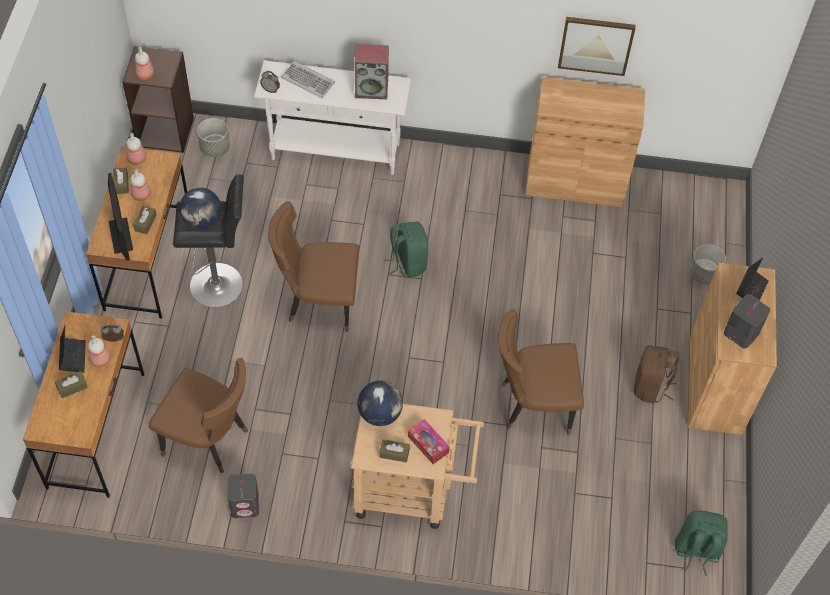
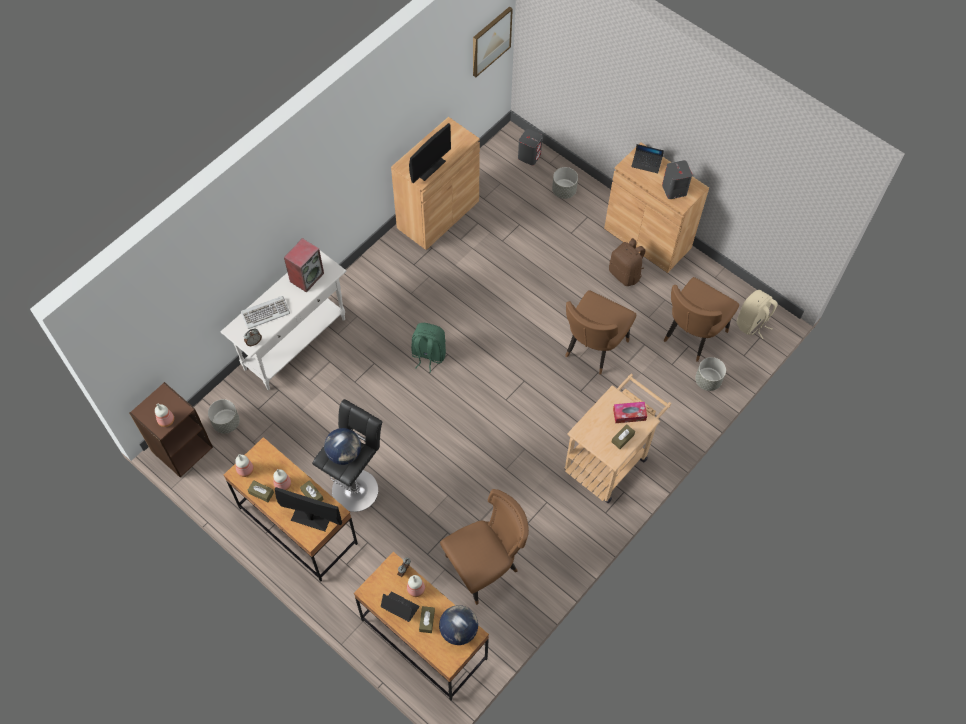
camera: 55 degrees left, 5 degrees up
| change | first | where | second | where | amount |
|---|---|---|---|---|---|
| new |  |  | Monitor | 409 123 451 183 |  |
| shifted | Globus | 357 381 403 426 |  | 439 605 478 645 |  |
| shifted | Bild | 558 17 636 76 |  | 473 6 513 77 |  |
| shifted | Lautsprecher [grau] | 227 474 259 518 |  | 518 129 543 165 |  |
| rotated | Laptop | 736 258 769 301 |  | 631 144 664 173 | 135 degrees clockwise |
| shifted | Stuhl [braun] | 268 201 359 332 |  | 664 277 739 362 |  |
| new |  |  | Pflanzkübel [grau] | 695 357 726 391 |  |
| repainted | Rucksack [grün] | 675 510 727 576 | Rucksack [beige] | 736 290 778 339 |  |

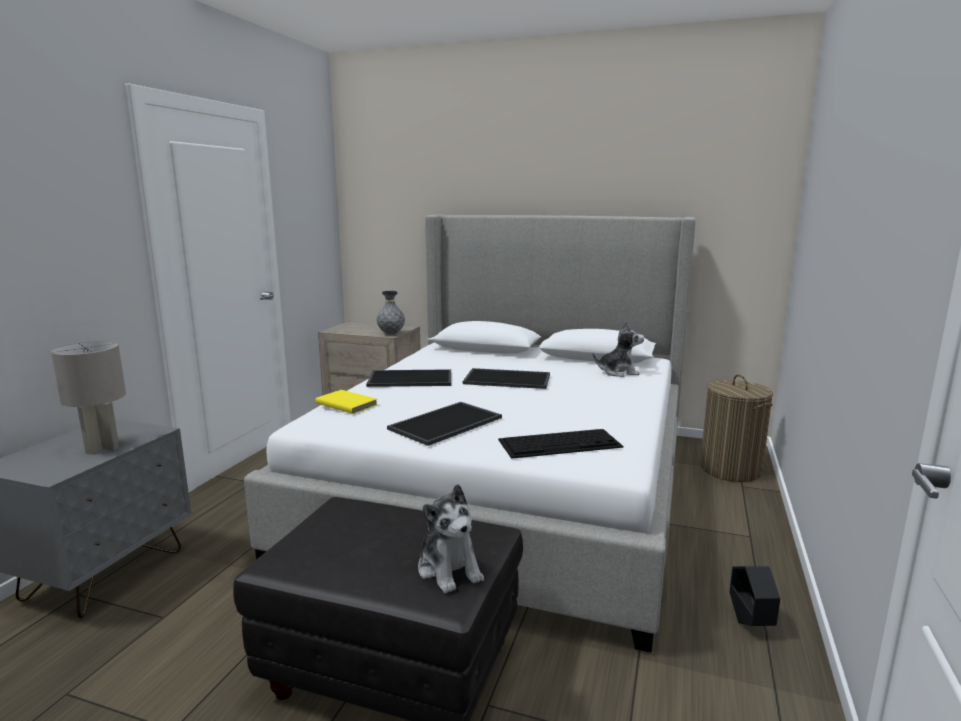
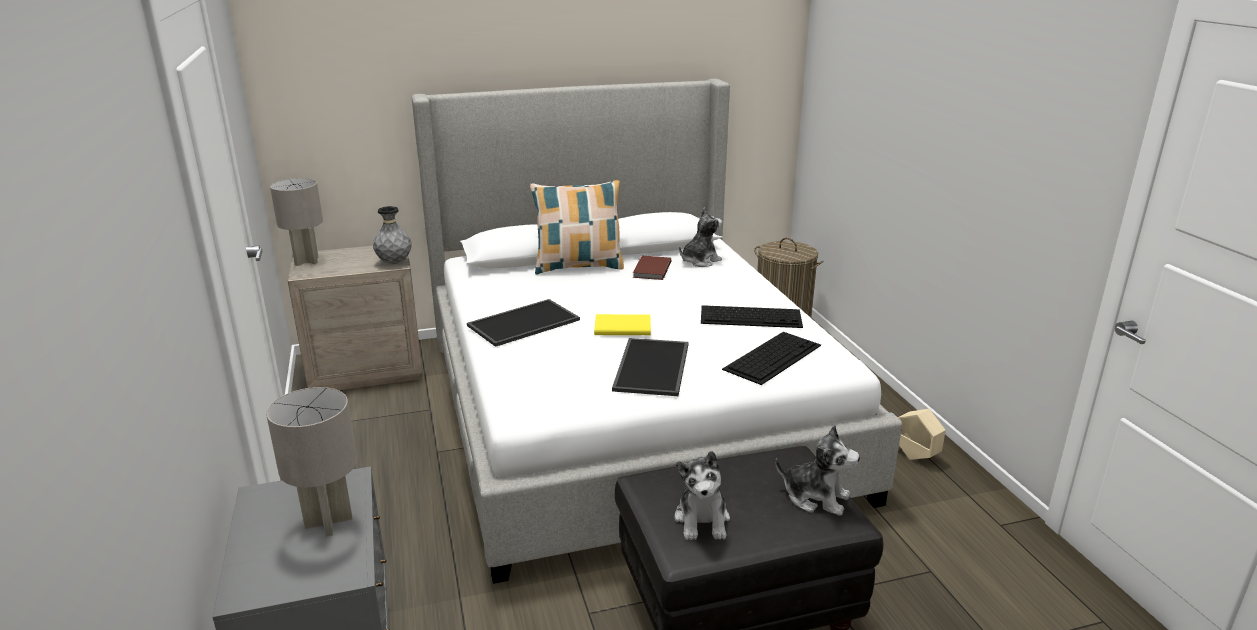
camera: 35 degrees left, 10 degrees up
| change | first | where | second | where | amount |
|---|---|---|---|---|---|
| new |  |  | Tischlampe [grau] | 270 178 323 266 |  |
| new |  |  | Kissen | 530 180 624 275 |  |
| shifted | Buch [gelb] | 315 390 378 414 |  | 594 314 651 335 |  |
| new |  |  | Buch [braun] | 633 256 671 280 |  |
| new |  |  | Plüschtier | 674 451 730 540 |  |
| new |  |  | Tastatur | 701 306 803 328 |  |
| repainted | Pflanzkübel [schwarz] | 729 566 780 626 | Pflanzkübel [beige] | 898 409 946 460 |  |
| gone | Tablett | 463 368 550 389 |  |  |  |

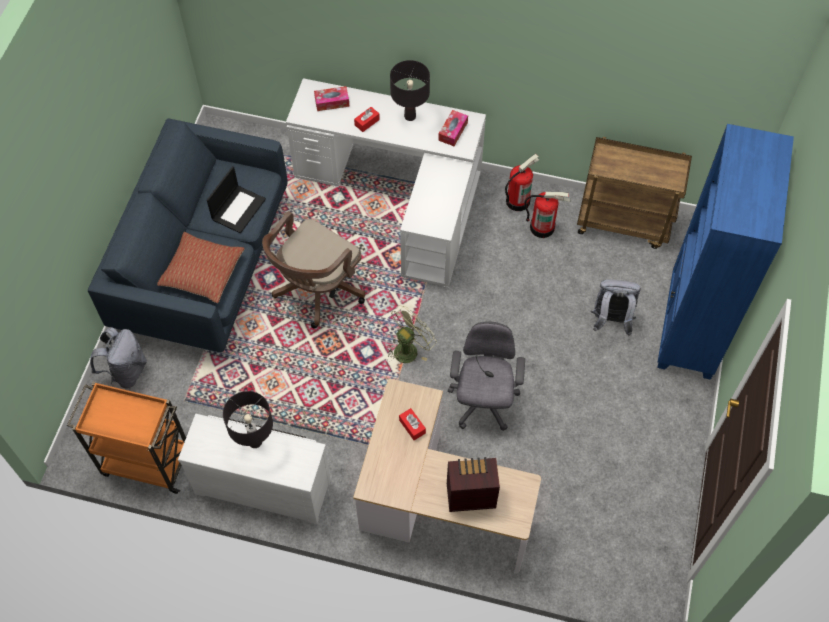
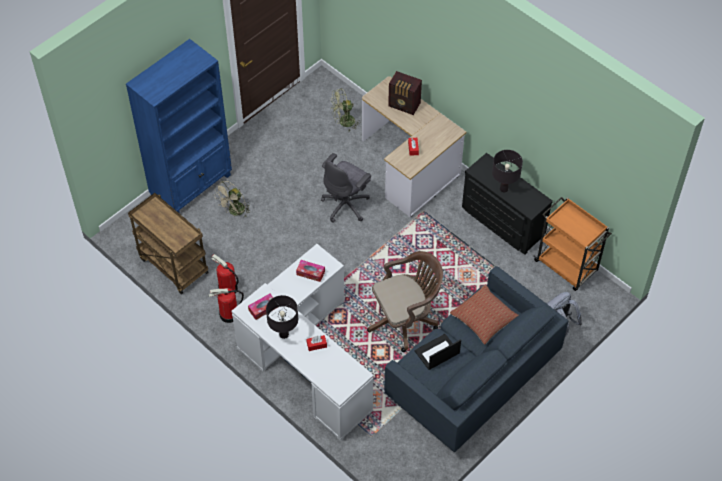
camera: 150 degrees left, 5 degrees down
| change | first | where | second | where | amount |
|---|---|---|---|---|---|
| swapped | Rucksack [grau] | 591 279 641 336 | Ventilator [beige] | 214 181 250 217 |  |
| shifted | Taschentuchbox | 314 86 350 111 |  | 296 260 325 282 |  |
| shifted | Ventilator [grün] | 387 305 436 363 |  | 331 88 360 131 |  |
| repainted | Kommode [weiß] | 178 414 331 524 | Kommode [schwarz] | 462 153 553 255 |  |

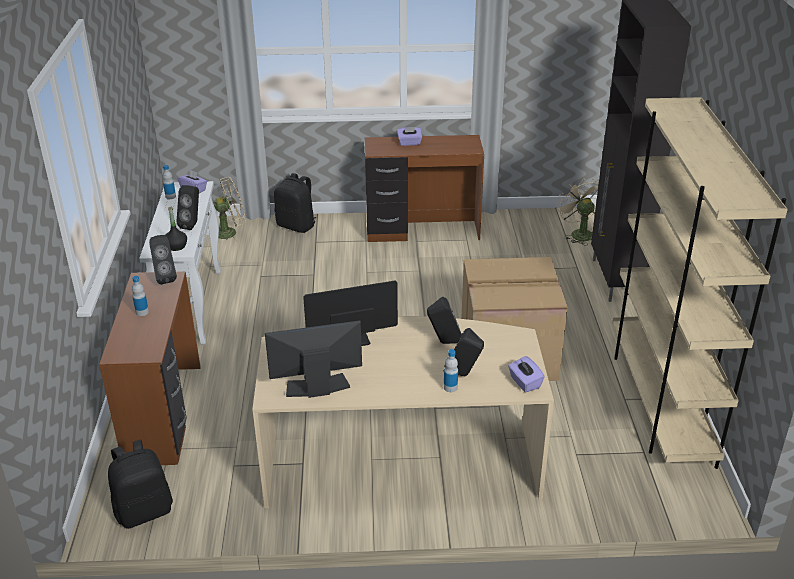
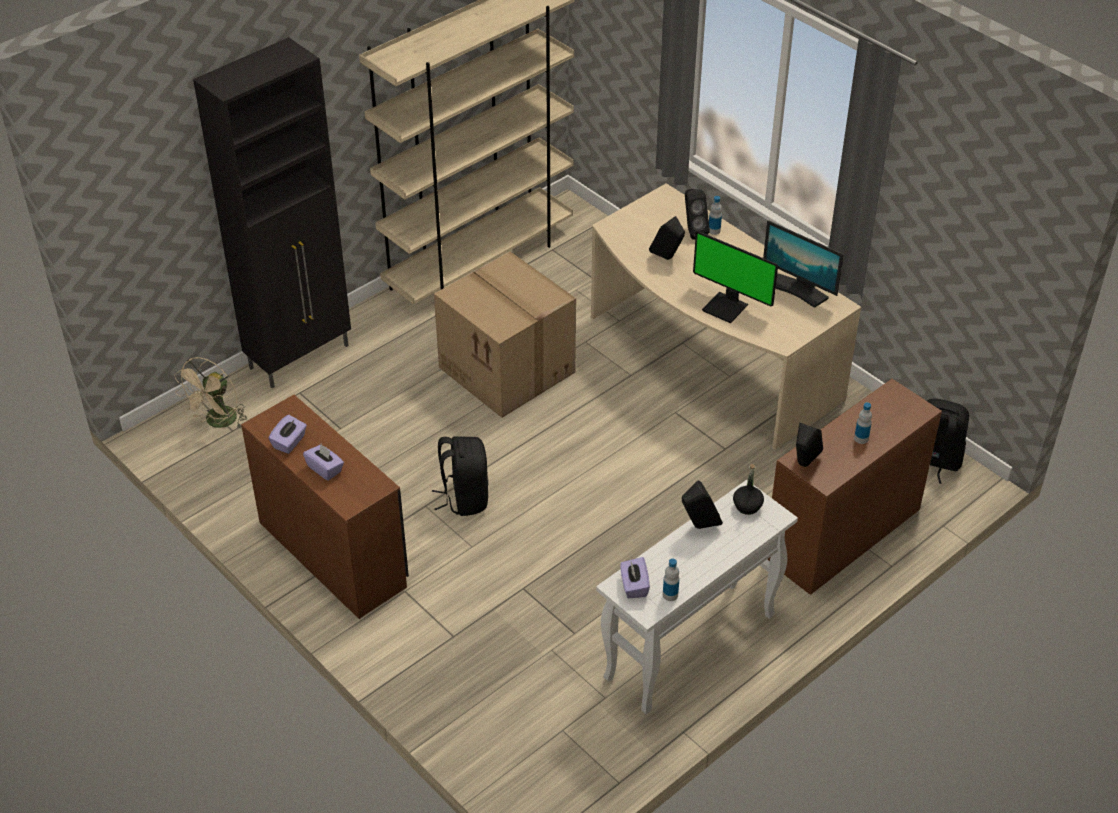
camera: 130 degrees left, 10 degrees up
| change | first | where | second | where | amount |
|---|---|---|---|---|---|
| shifted | Taschentuchbox [lila] | 508 356 544 392 |  | 269 415 307 454 |  |
| shifted | Rucksack [schwarz] | 274 173 316 233 |  | 432 436 488 516 |  |
| gone | Ventilator [beige] | 213 177 246 242 |  |  |  |

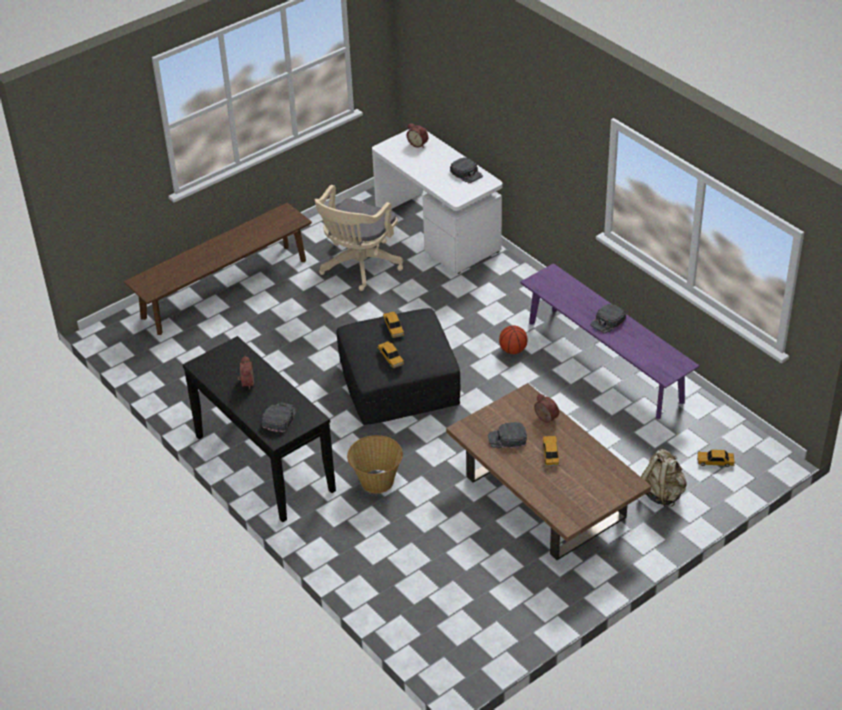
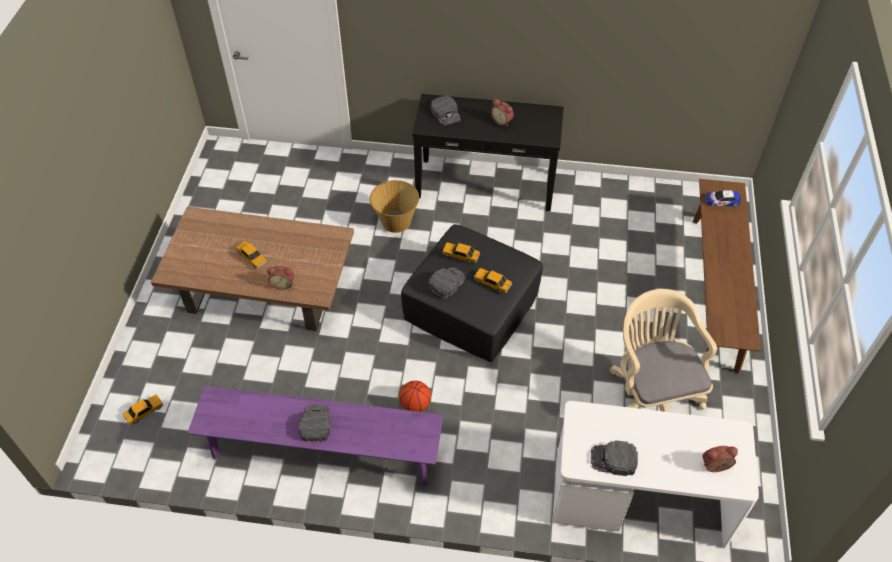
camera: 135 degrees right, 10 degrees up
| change | first | where | second | where | amount |
|---|---|---|---|---|---|
| shifted | Kappe [schwarz] | 488 422 527 448 |  | 428 267 466 298 |  |
| new |  |  | Spielzeugauto | 706 190 741 207 |  |
| gone | Rucksack [beige] | 641 449 687 507 |  |  |  |

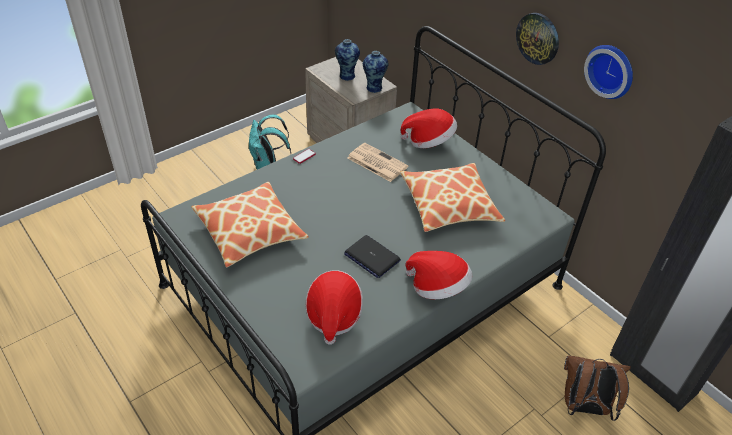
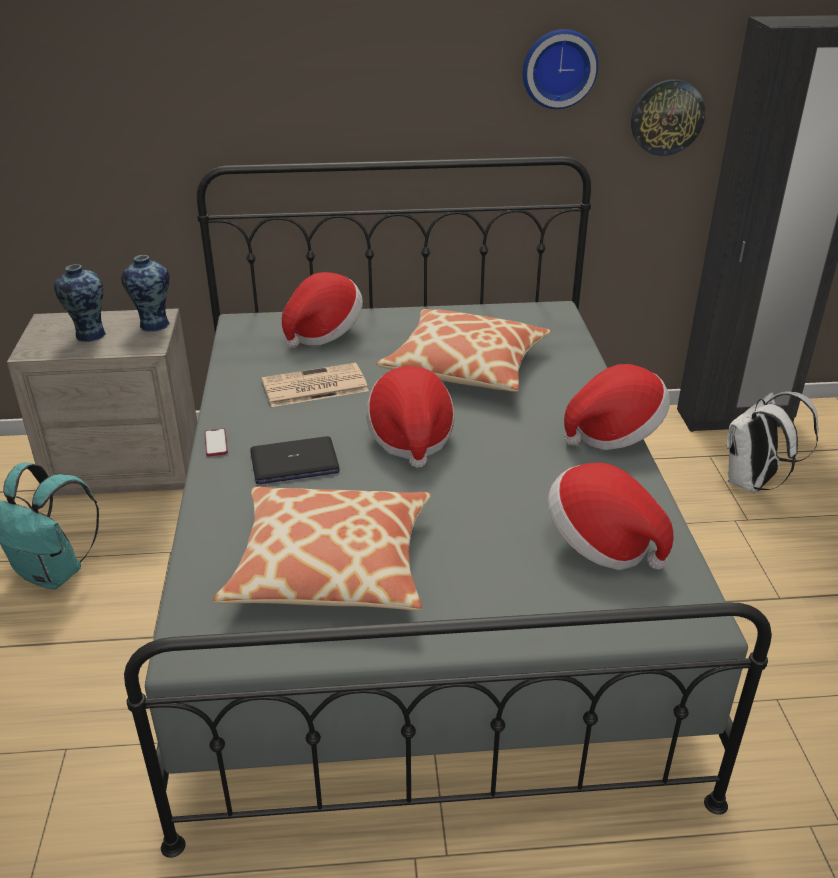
camera: 55 degrees left, 10 degrees down
| change | first | where | second | where | amount |
|---|---|---|---|---|---|
| shifted | Laptop | 344 235 401 278 |  | 250 436 340 484 |  |
| new |  |  | Hut | 366 366 455 468 |  |
| shifted | Wanduhr | 516 13 559 65 |  | 631 79 706 156 |  |
| repainted | Rucksack [braun] | 564 356 631 421 | Rucksack [weiß] | 727 391 819 493 |  |

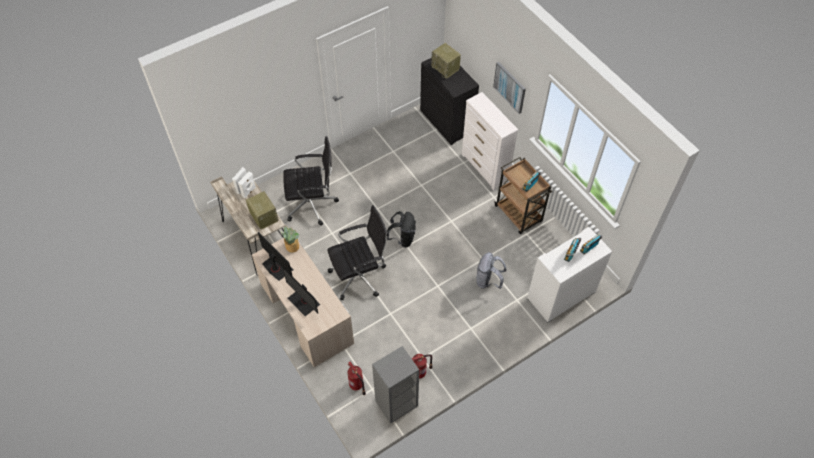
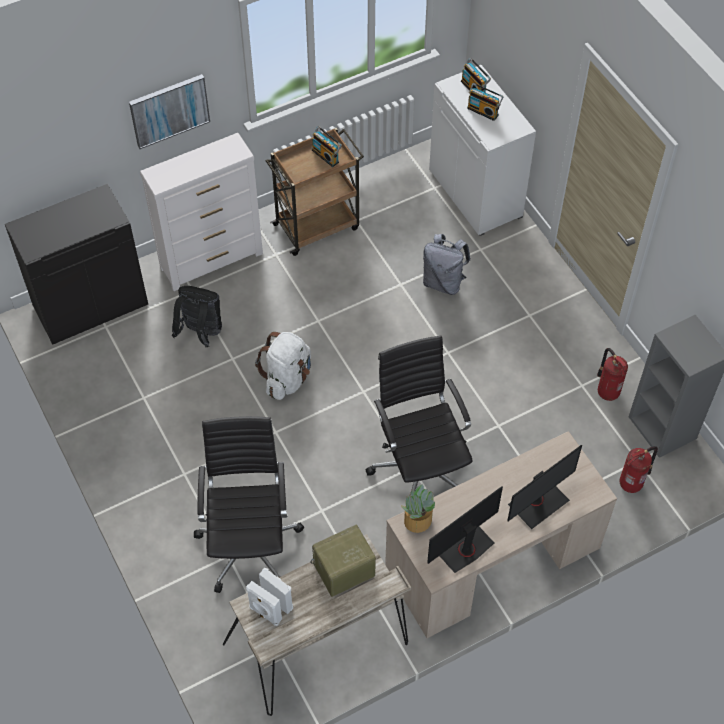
camera: 85 degrees left, 0 degrees up
| change | first | where | second | where | amount |
|---|---|---|---|---|---|
| shifted | Rucksack [schwarz] | 387 211 416 248 |  | 172 286 222 347 |  |
| new |  |  | Rucksack [weiß] | 255 332 311 400 |  |
| gone | Radio | 431 43 461 79 |  |  |  |

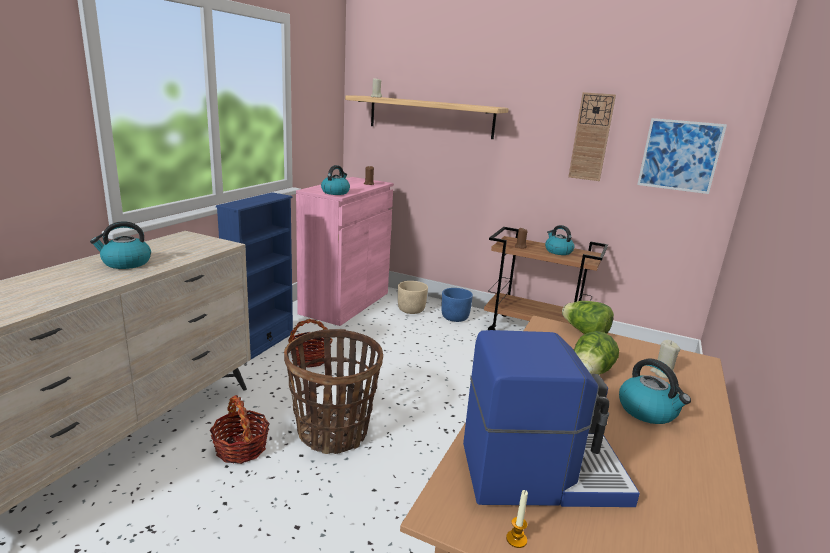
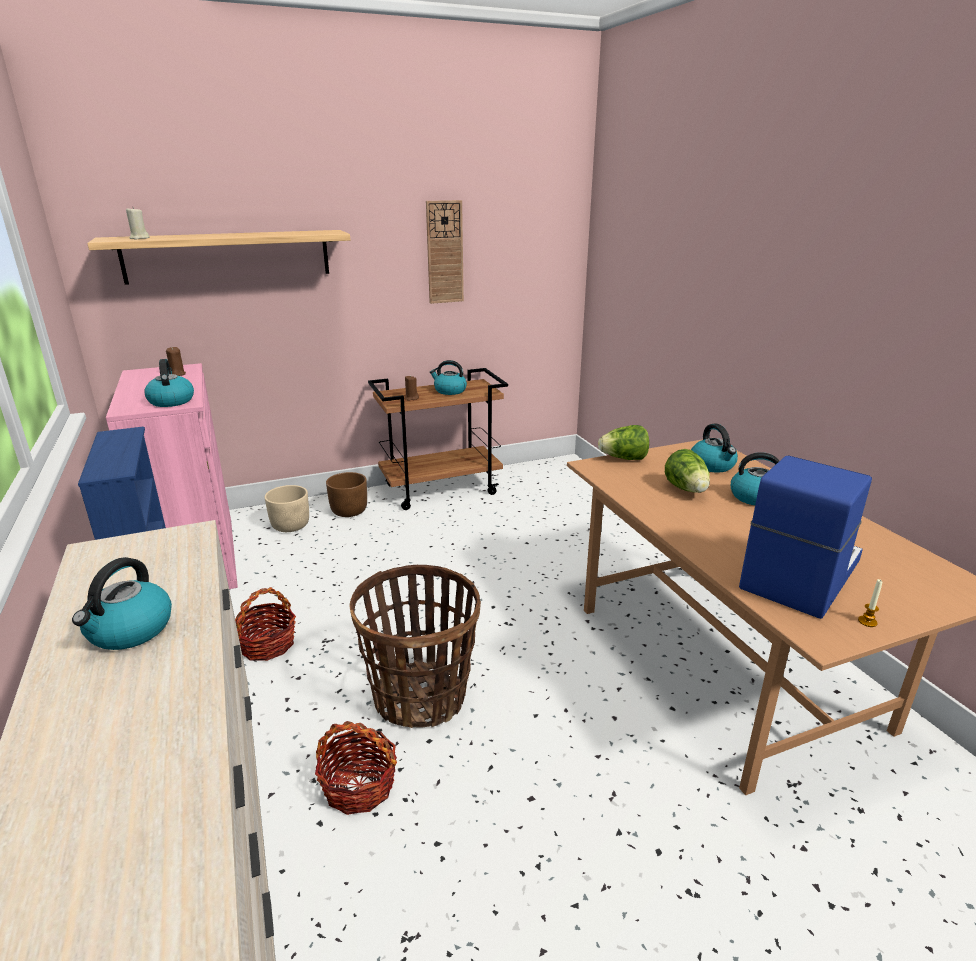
camera: 45 degrees left, 5 degrees up
| change | first | where | second | where | amount |
|---|---|---|---|---|---|
| repainted | Pflanzkübel [blau] | 441 288 473 322 | Pflanzkübel [braun] | 326 472 367 517 |  |
| swapped | Kerze [beige] | 650 340 680 379 | Wasserkessel | 691 423 738 473 |  |
| gone | Bild | 637 118 727 194 |  |  |  |

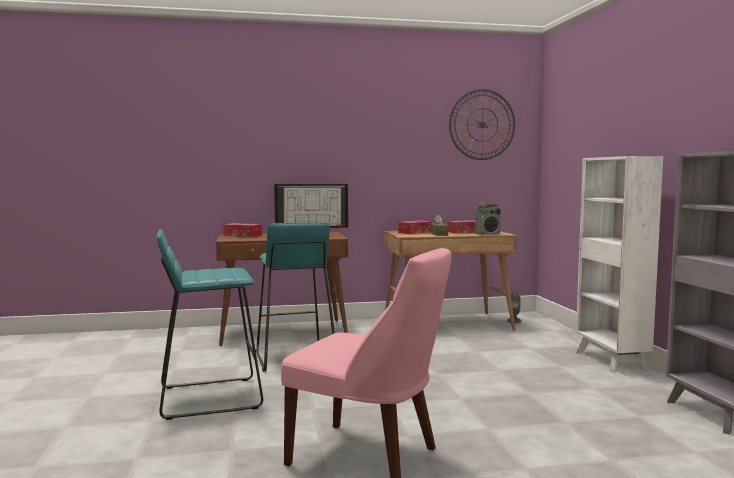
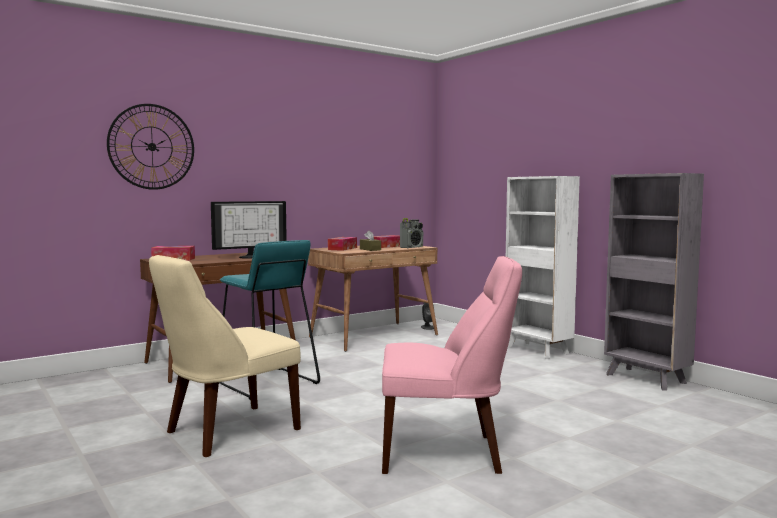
camera: 25 degrees left, 0 degrees up
| change | first | where | second | where | amount |
|---|---|---|---|---|---|
| shifted | Wanduhr | 449 89 515 160 |  | 107 104 194 190 |  |
| swapped | Hocker [türkis] | 157 229 263 420 | Stuhl [beige] | 149 255 301 457 |  |

